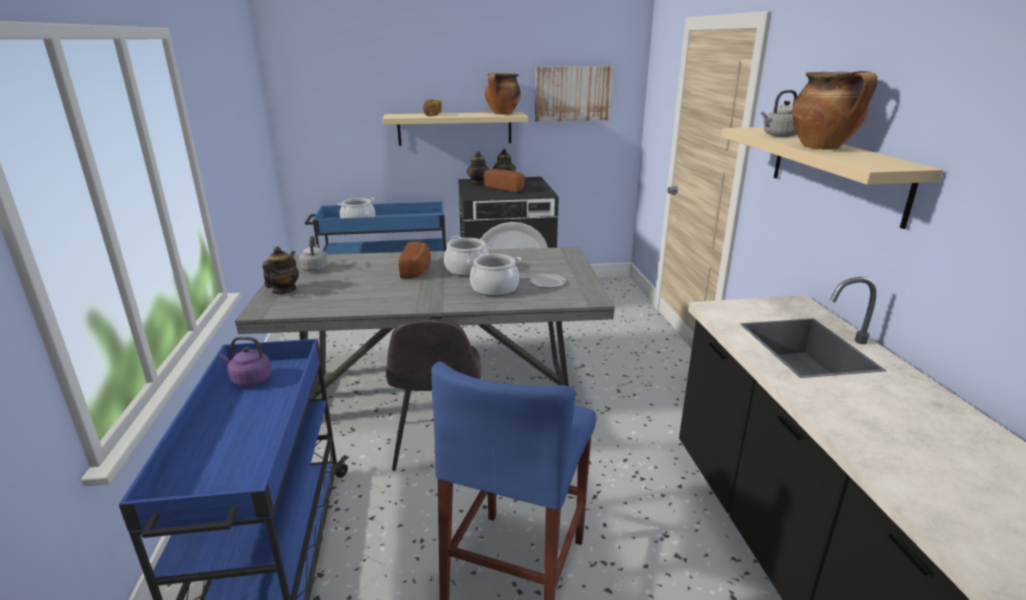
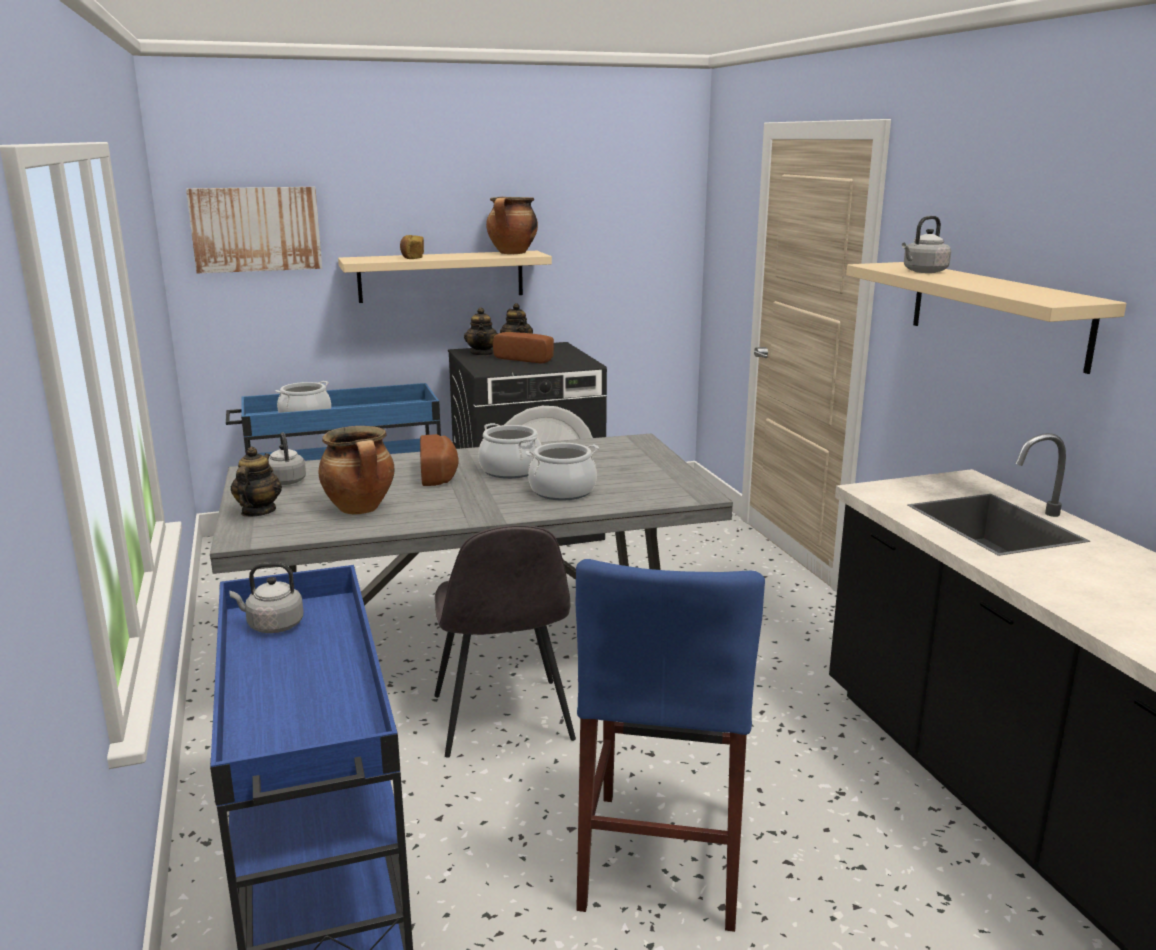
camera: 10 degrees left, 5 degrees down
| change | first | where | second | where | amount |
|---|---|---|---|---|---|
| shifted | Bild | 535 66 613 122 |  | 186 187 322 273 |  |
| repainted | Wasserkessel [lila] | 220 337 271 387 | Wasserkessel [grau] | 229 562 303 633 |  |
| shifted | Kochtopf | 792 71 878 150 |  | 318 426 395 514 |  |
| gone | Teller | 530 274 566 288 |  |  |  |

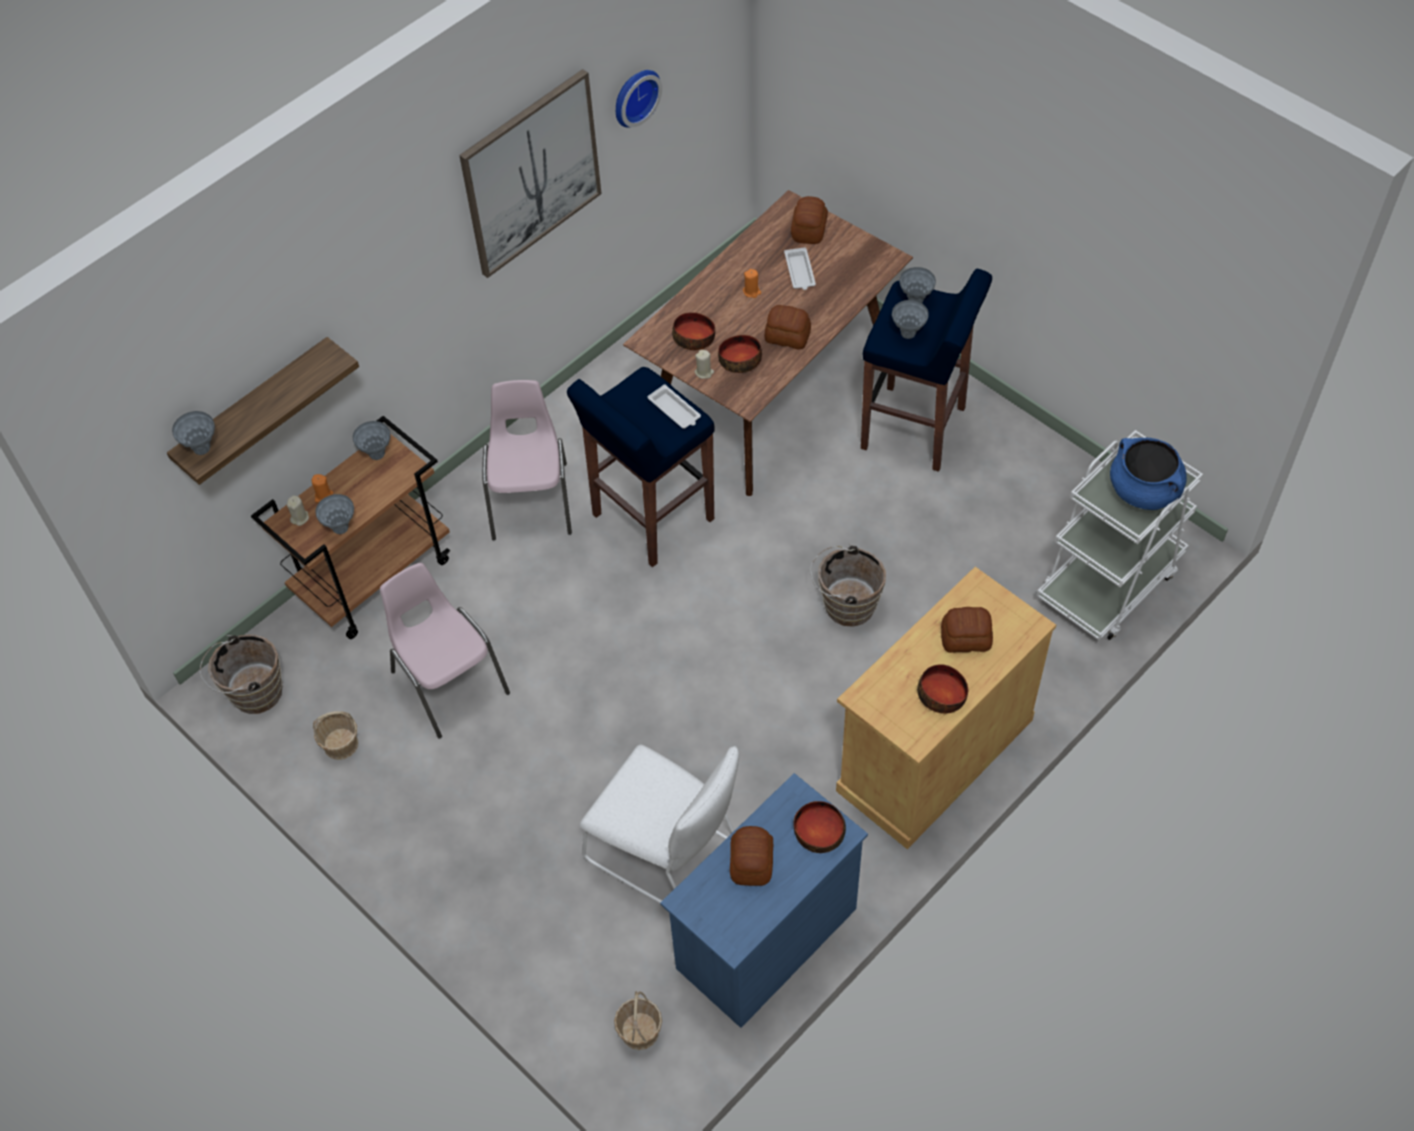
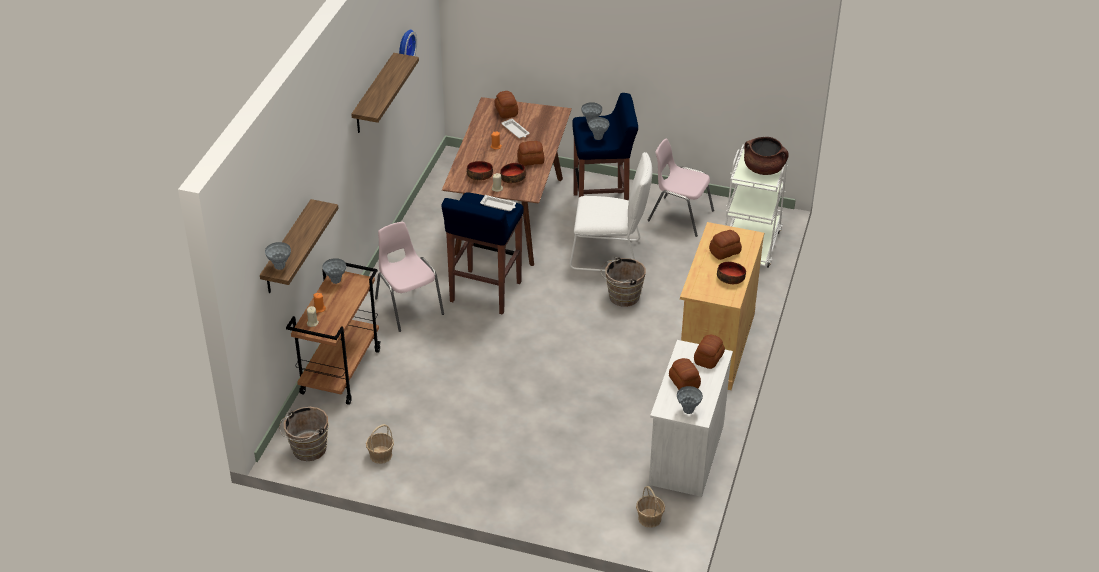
camera: 30 degrees left, 15 degrees down
| change | first | where | second | where | amount |
|---|---|---|---|---|---|
| swapped | Bild | 459 69 602 278 | Wandregal | 351 53 419 133 |  |
| shifted | Stuhl [weiß] | 580 744 739 903 |  | 570 152 652 271 |  |
| shifted | Stuhl [rosa] | 380 562 510 739 |  | 647 139 714 237 |  |
| repainted | Kommode [blau] | 660 773 868 1028 | Kommode [weiß] | 649 340 733 497 |  |
| shifted | Vase [grau] | 315 494 354 534 |  | 677 386 703 414 |  |
| swapped | Schüssel | 794 801 846 853 | Brot | 694 335 725 369 |  |
| repainted | Kochtopf [blau] | 1110 438 1187 510 | Kochtopf [braun] | 744 137 789 175 |  |

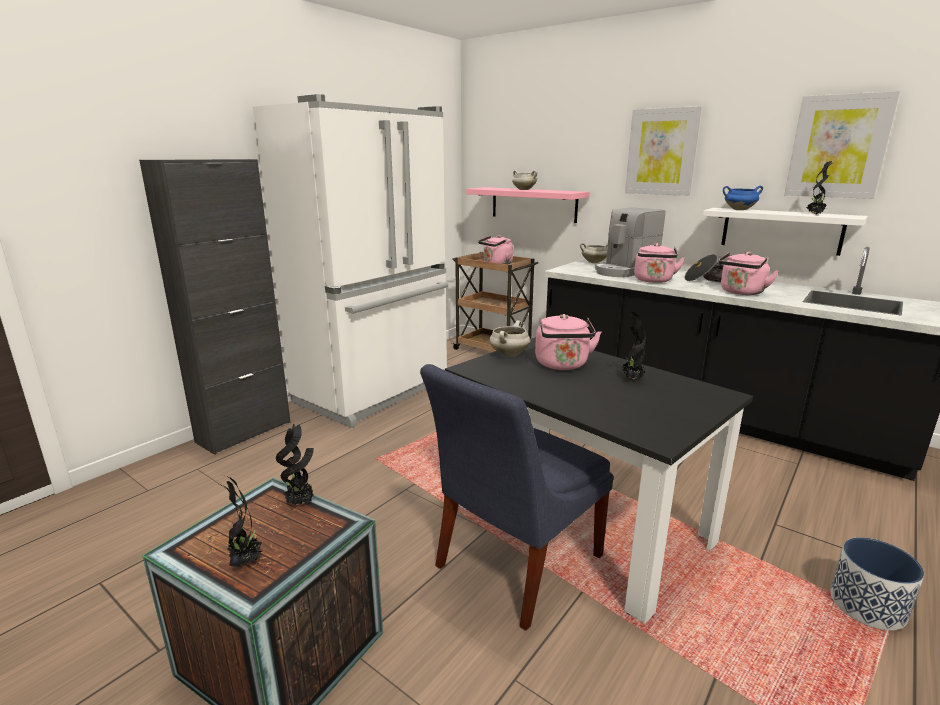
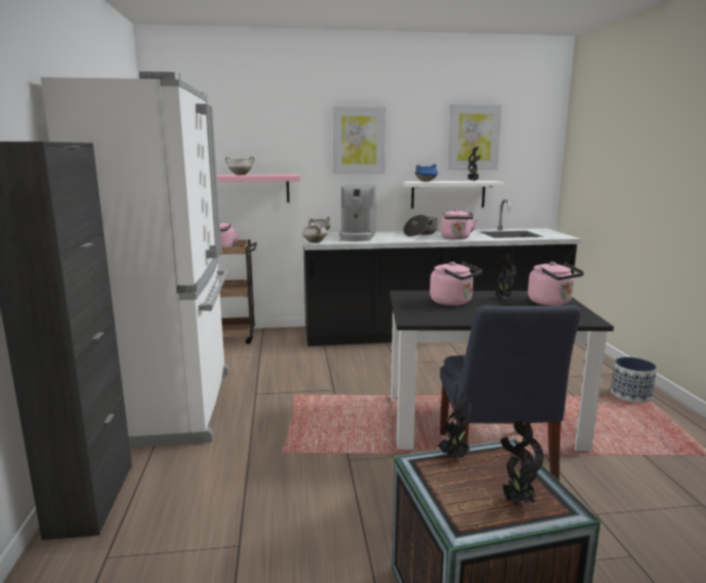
camera: 45 degrees left, 5 degrees down
| change | first | where | second | where | amount |
|---|---|---|---|---|---|
| shifted | Kochtopf [weiß] | 489 321 531 357 |  | 302 222 328 243 |  |
| shifted | Wasserkessel [rosa] | 634 243 685 283 |  | 528 262 584 306 |  |

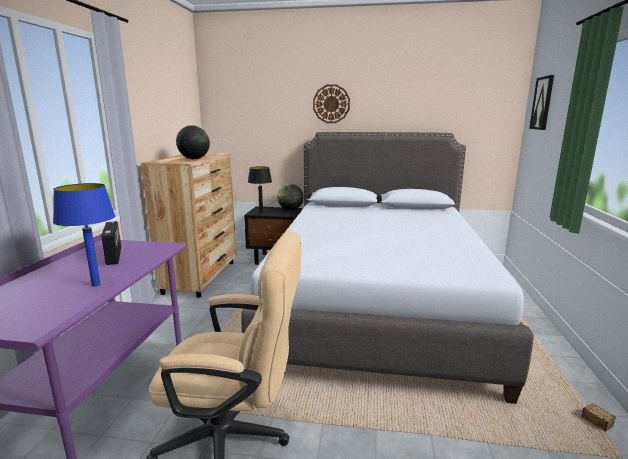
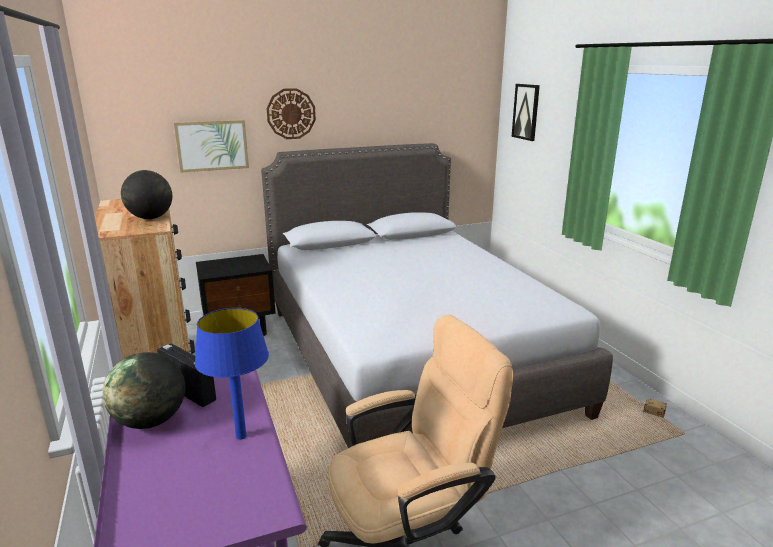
camera: 30 degrees left, 5 degrees up
| change | first | where | second | where | amount |
|---|---|---|---|---|---|
| shifted | Globus | 277 184 304 210 |  | 102 352 185 429 |  |
| new |  |  | Bild | 174 120 249 173 |  |
| gone | Tischlampe [schwarz] | 248 166 272 213 |  |  |  |

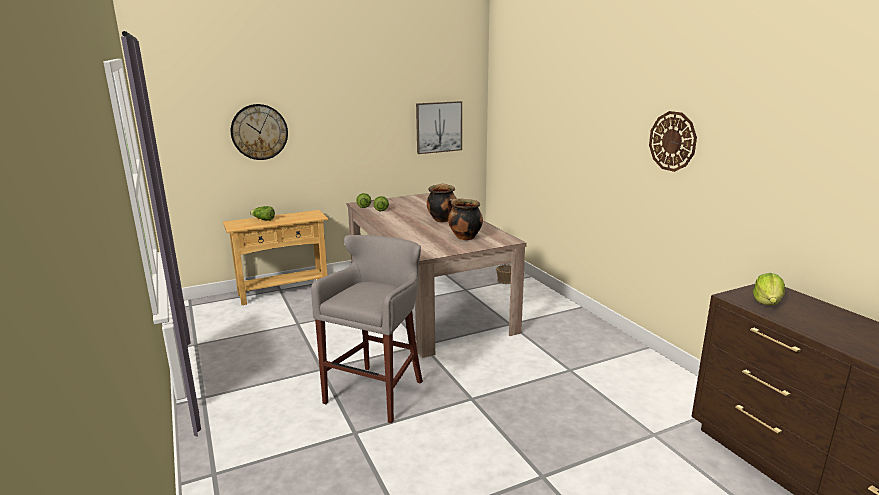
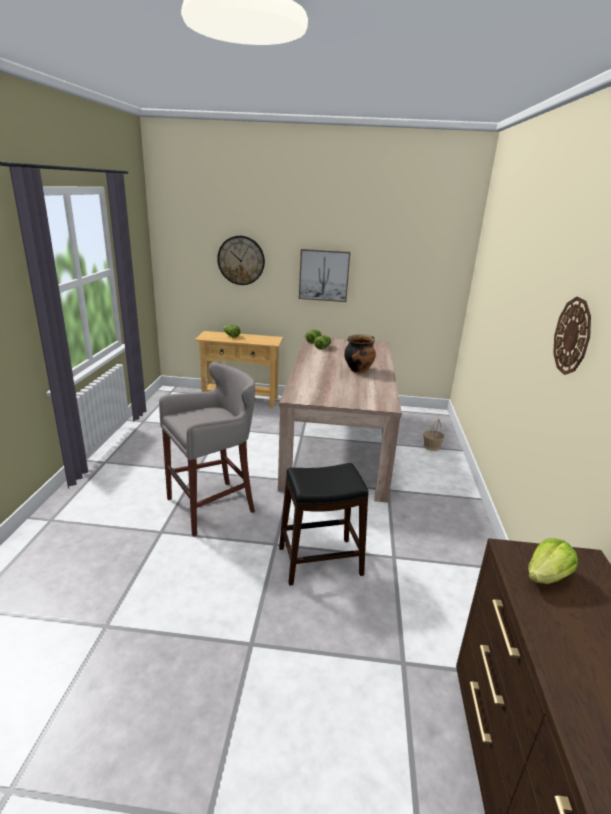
camera: 30 degrees right, 5 degrees up
| change | first | where | second | where | amount |
|---|---|---|---|---|---|
| new |  |  | Hocker [schwarz] | 279 463 369 586 |  |
| shifted | Bild | 416 101 462 154 |  | 299 249 350 302 |  |
| gone | Kochtopf | 447 199 483 240 |  |  |  |

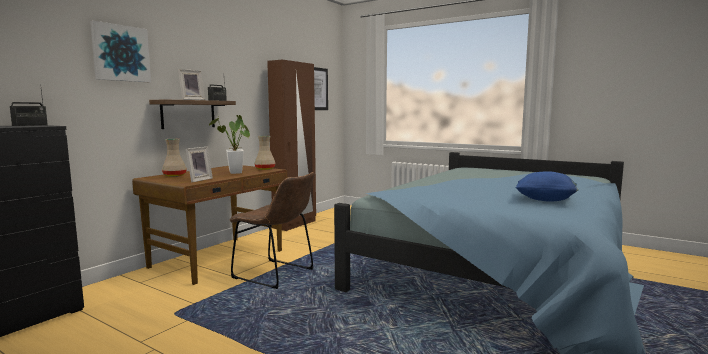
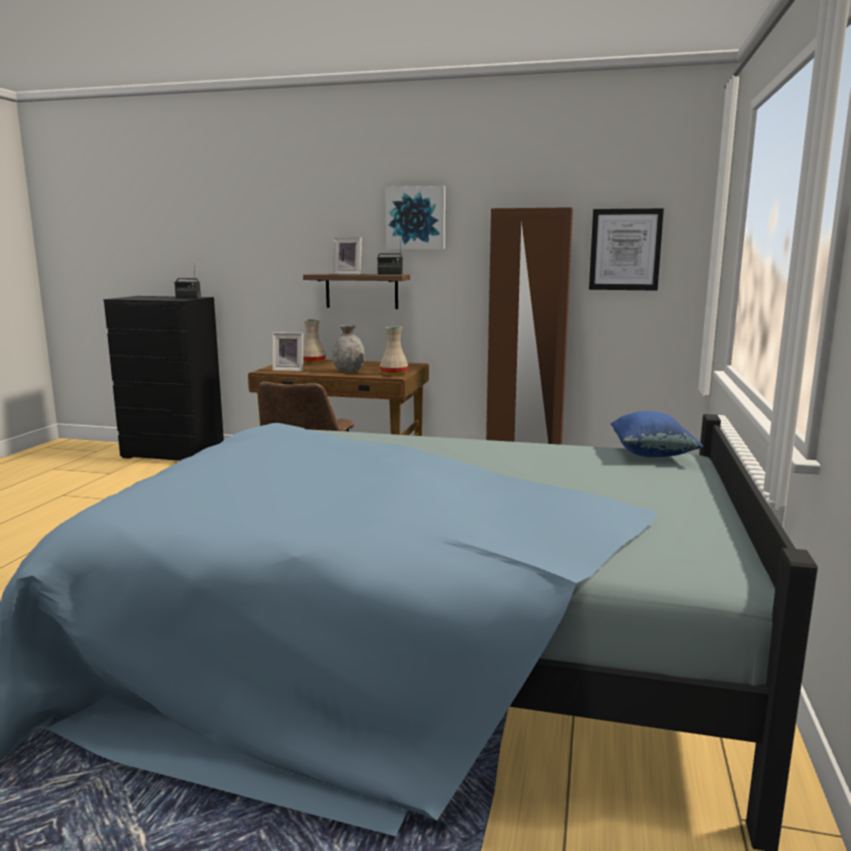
camera: 70 degrees right, 5 degrees up
| change | first | where | second | where | amount |
|---|---|---|---|---|---|
| swapped | Topfpflanze | 209 115 250 174 | Vase [grau] | 332 325 365 372 |  |
| shifted | Bild | 90 21 151 82 |  | 385 186 445 249 |  |
| shifted | Kissen [blau] | 515 171 579 202 |  | 610 411 703 457 |  |

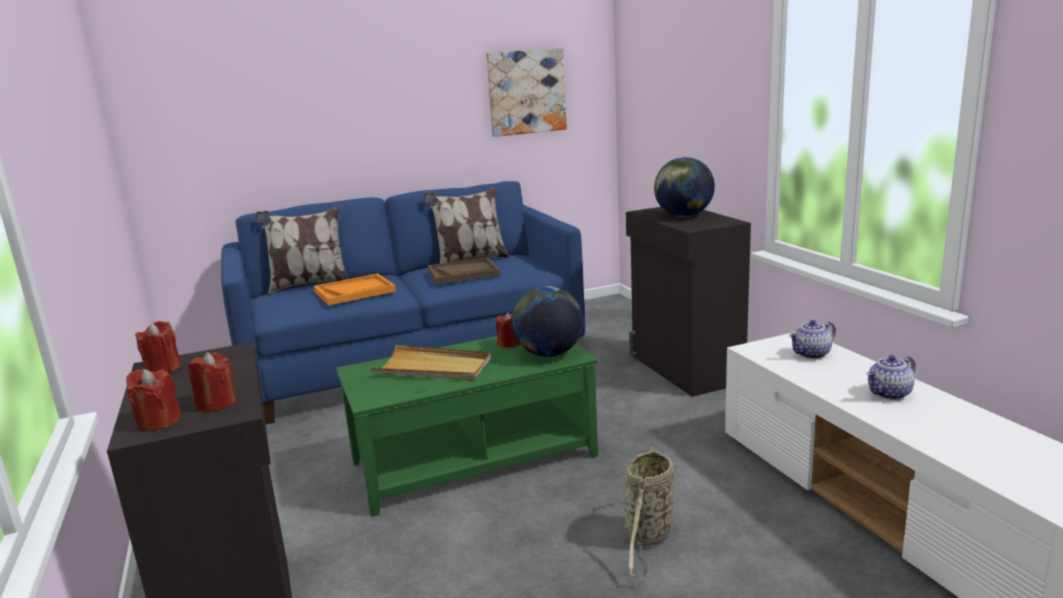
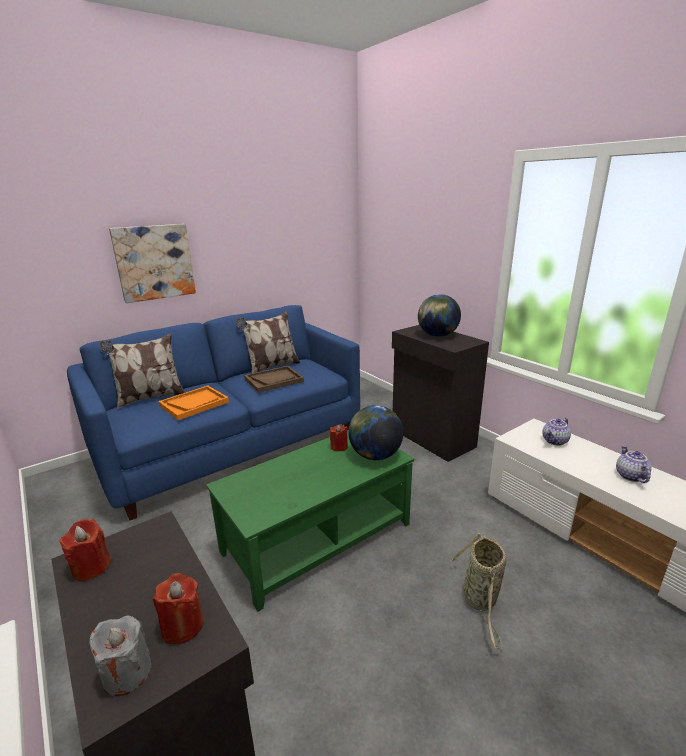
camera: 15 degrees left, 5 degrees up
| change | first | where | second | where | amount |
|---|---|---|---|---|---|
| repainted | Kerze [rot] | 126 369 181 432 | Kerze [grau] | 89 616 151 696 |  |
| shifted | Bild | 486 48 567 137 |  | 109 224 196 303 |  |
| rotated | Teekanne | 867 355 916 400 |  | 616 445 652 483 | 135 degrees clockwise |
| gone | Tablett [beige] | 370 345 492 381 |  |  |  |

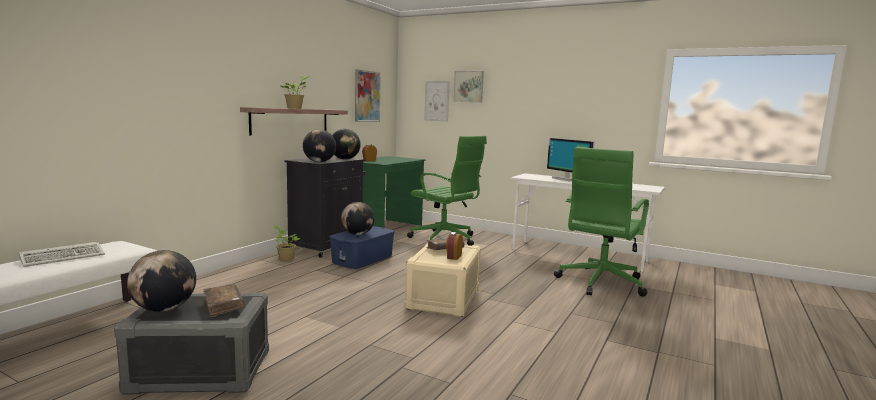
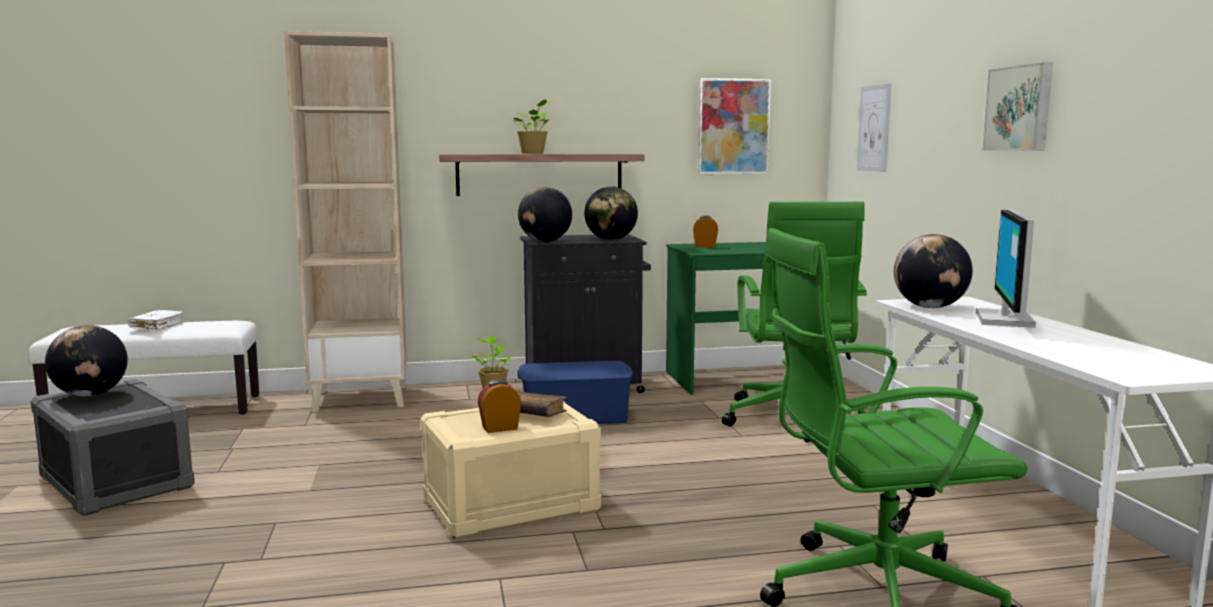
camera: 50 degrees right, 0 degrees up
| change | first | where | second | where | amount |
|---|---|---|---|---|---|
| swapped | Tastatur | 19 242 105 267 | Buch [weiß] | 128 310 184 332 |  |
| new |  |  | Bücherregal [beige] | 284 31 407 412 |  |
| shifted | Globus | 341 202 375 235 |  | 894 234 973 308 |  |
| shifted | Bild | 453 71 484 102 |  | 982 62 1053 151 |  |
| gone | Buch [braun] | 203 284 244 318 |  |  |  |

